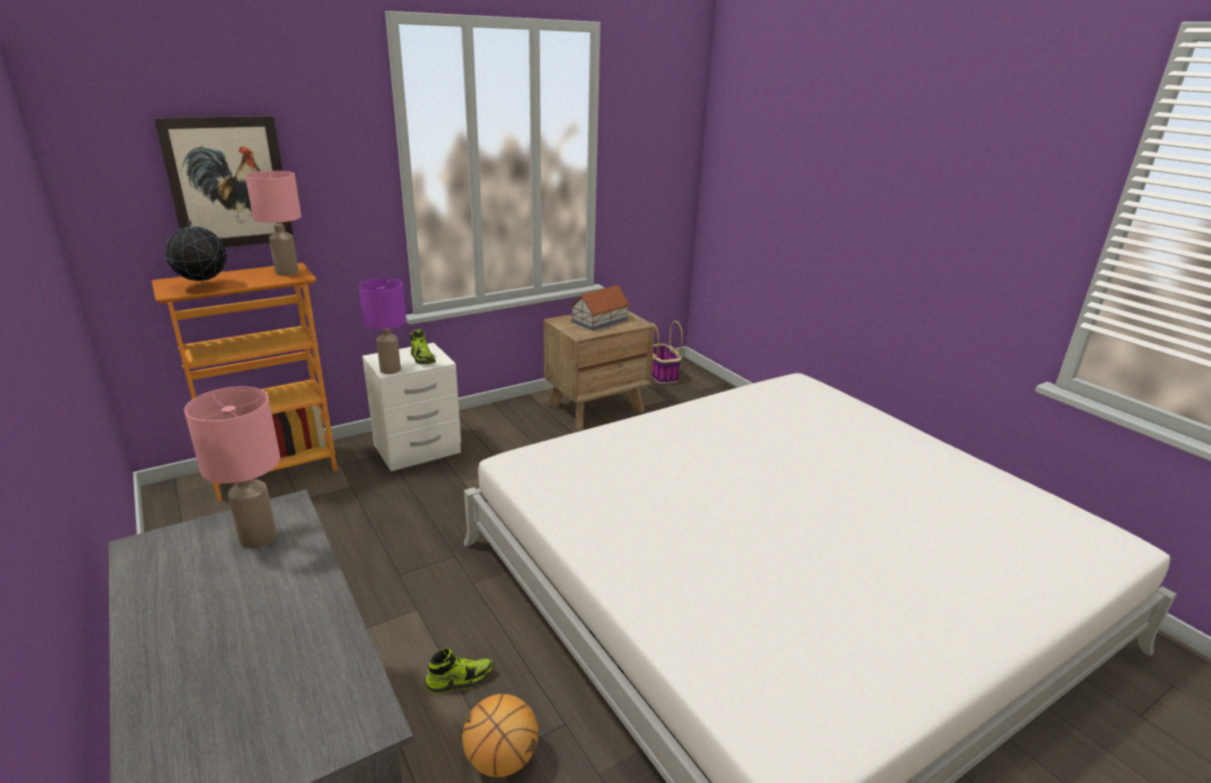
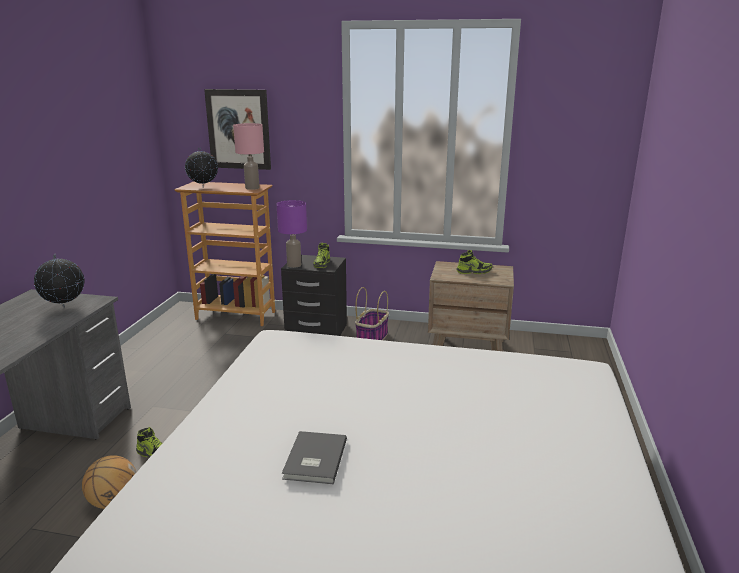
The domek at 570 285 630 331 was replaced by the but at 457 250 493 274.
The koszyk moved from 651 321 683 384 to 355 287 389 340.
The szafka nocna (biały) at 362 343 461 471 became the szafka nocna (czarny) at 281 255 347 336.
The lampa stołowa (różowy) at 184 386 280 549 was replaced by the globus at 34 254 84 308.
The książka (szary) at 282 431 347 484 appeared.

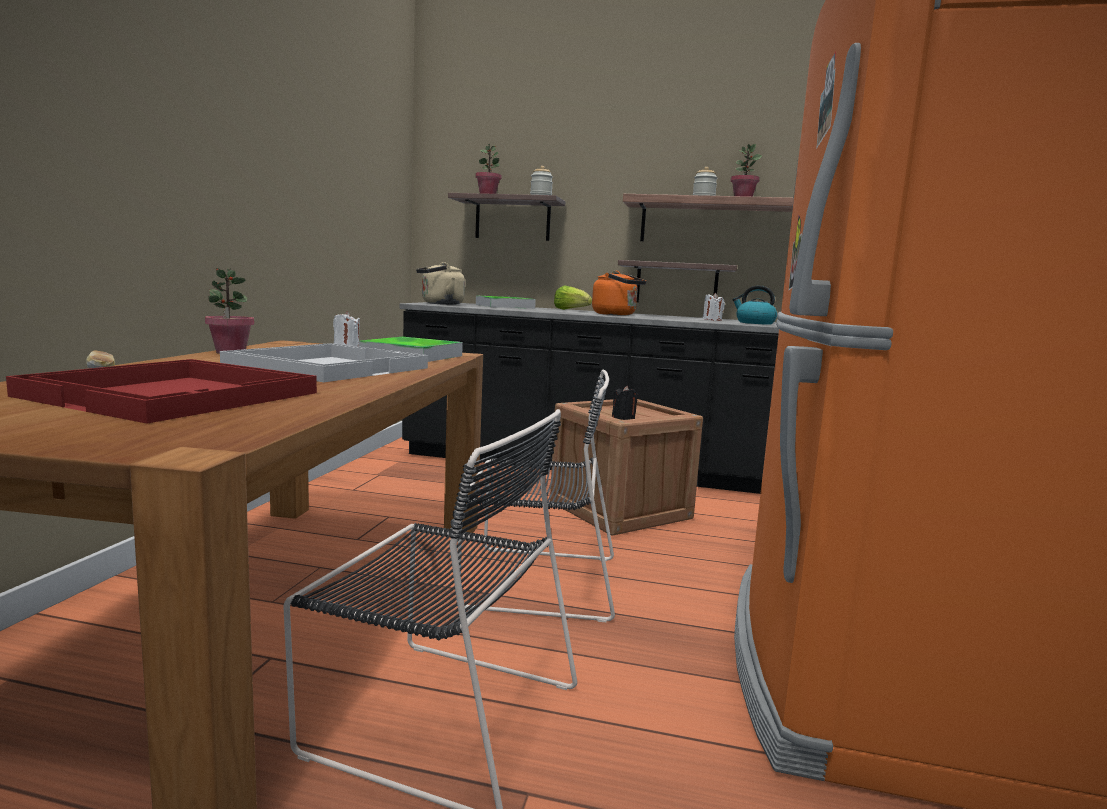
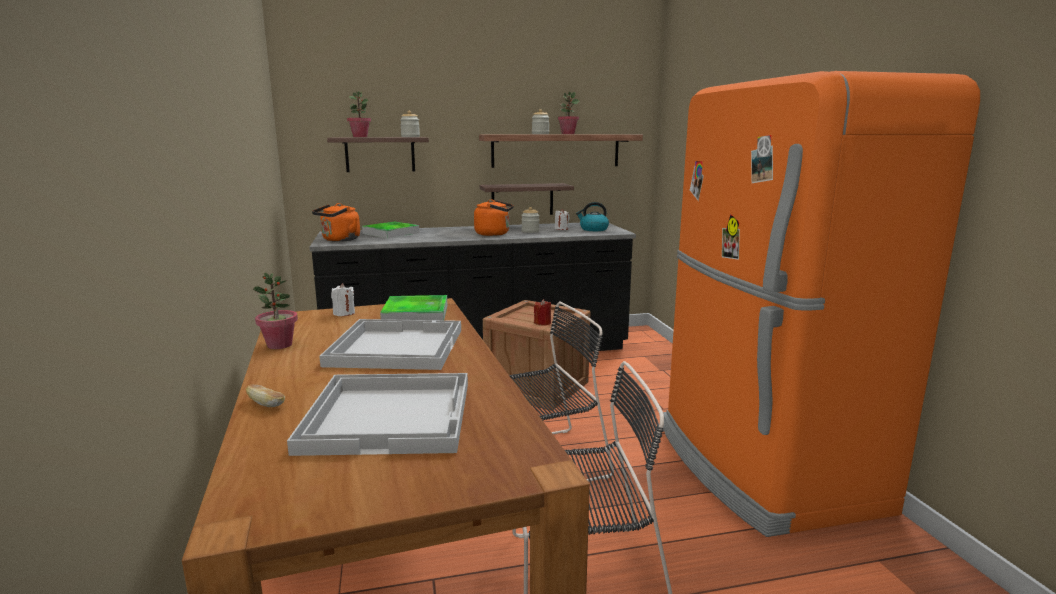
The czajnik (beżowy) at 416 262 465 305 became the czajnik (pomarańczowy) at 312 203 360 242.
The sałata at 554 285 592 310 disappeared.
The taca (czerwony) at 6 359 317 423 became the taca (biały) at 287 373 468 456.
The świeca (czarny) at 612 386 638 420 became the świeca (czerwony) at 534 299 551 325.
The słoik at 521 207 540 233 appeared.

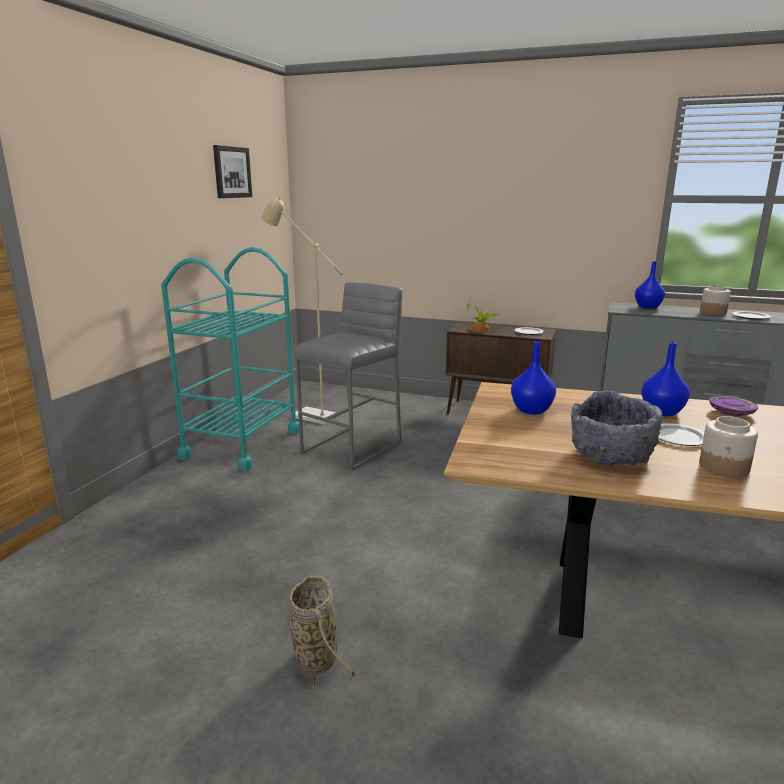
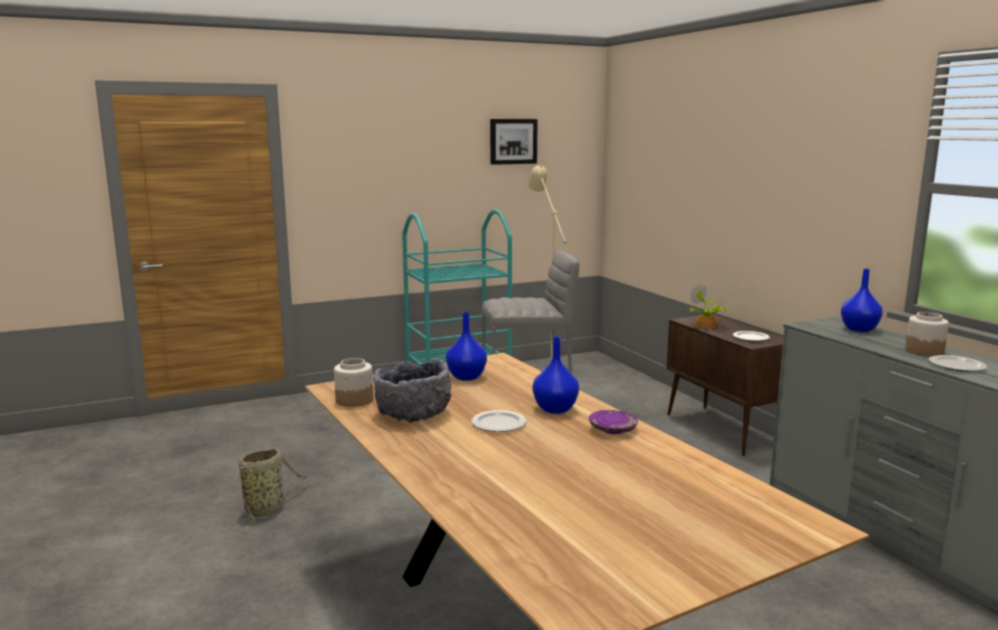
The słoik moved from 699 416 758 478 to 334 358 373 407.

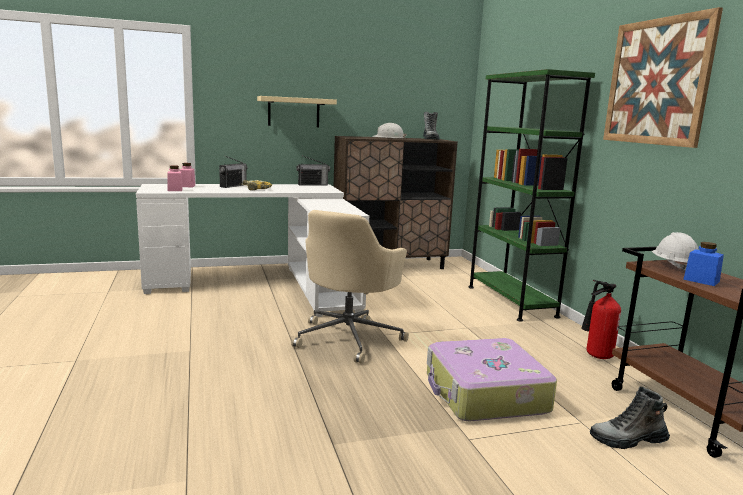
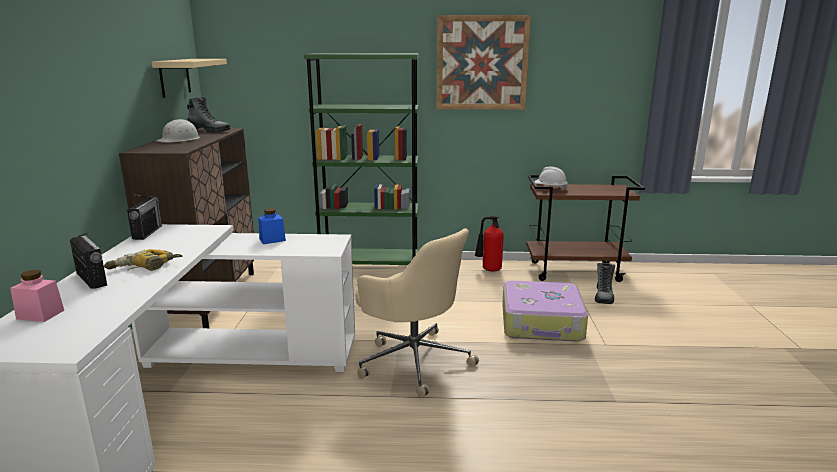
The półka (beżowy) moved from 257 96 337 127 to 152 59 227 98.
The słoik (różowy) at 167 165 183 191 disappeared.
The słoik (niebieski) moved from 683 242 724 286 to 258 208 286 244.

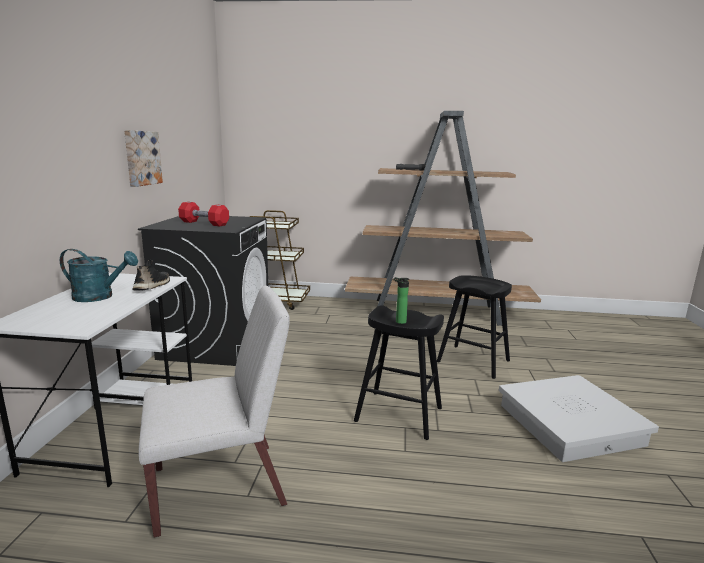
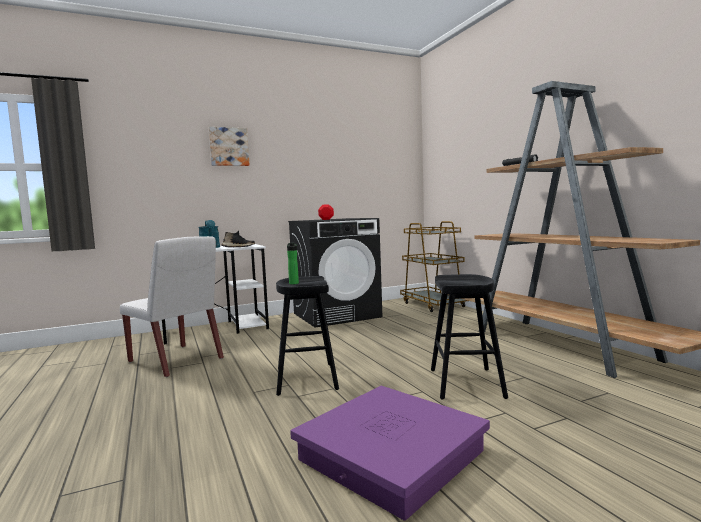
The obraz moved from 124 130 163 187 to 209 127 250 166.
The pojemnik do przechowywania (biały) at 499 375 659 462 became the pojemnik do przechowywania (fioletowy) at 290 386 490 521.

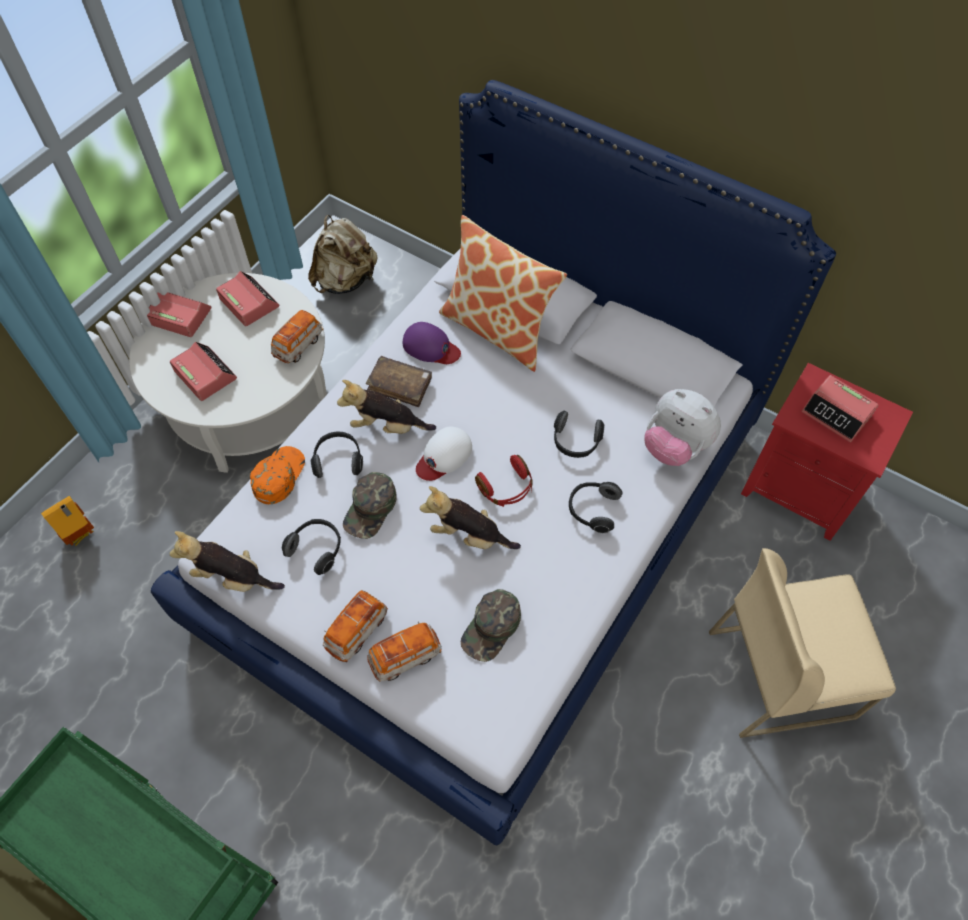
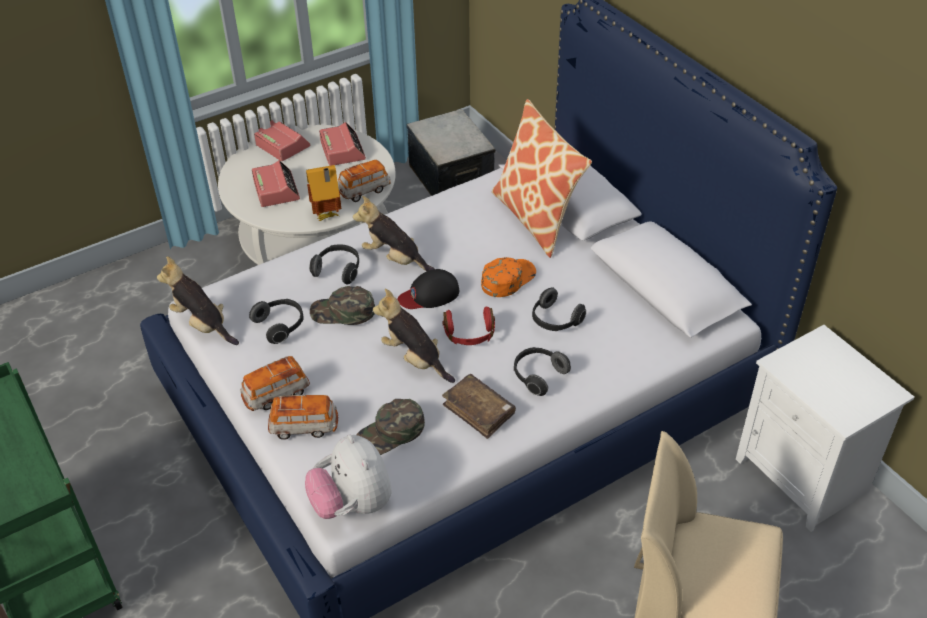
The plecak (beżowy) at 308 215 378 294 was replaced by the pojemnik do przechowywania at 407 109 496 196.
The czapka z daszkiem (fioletowy) at 403 322 461 364 disappeared.
The książka (brązowy) moved from 366 356 432 407 to 442 374 516 439.
The szafka nocna (czerwony) at 741 363 913 541 became the szafka nocna (biały) at 736 325 915 532.
The budzik at 802 375 878 442 disappeared.
The pluszak moved from 644 389 721 466 to 305 434 392 519.
The czapka z daszkiem (biały) at 416 427 472 481 became the czapka z daszkiem (czarny) at 397 269 459 309.
The czapka z daszkiem (pomarańczowy) moved from 250 446 305 504 to 481 257 536 297.
The czapka z daszkiem (zielony) at 343 472 397 539 turned 45 degrees clockwise.
The domek moved from 41 496 94 547 to 306 165 342 221.

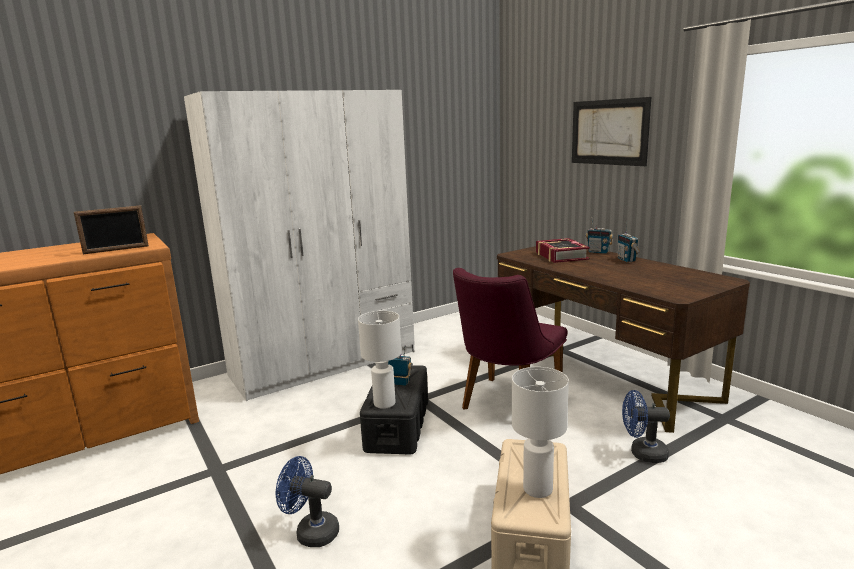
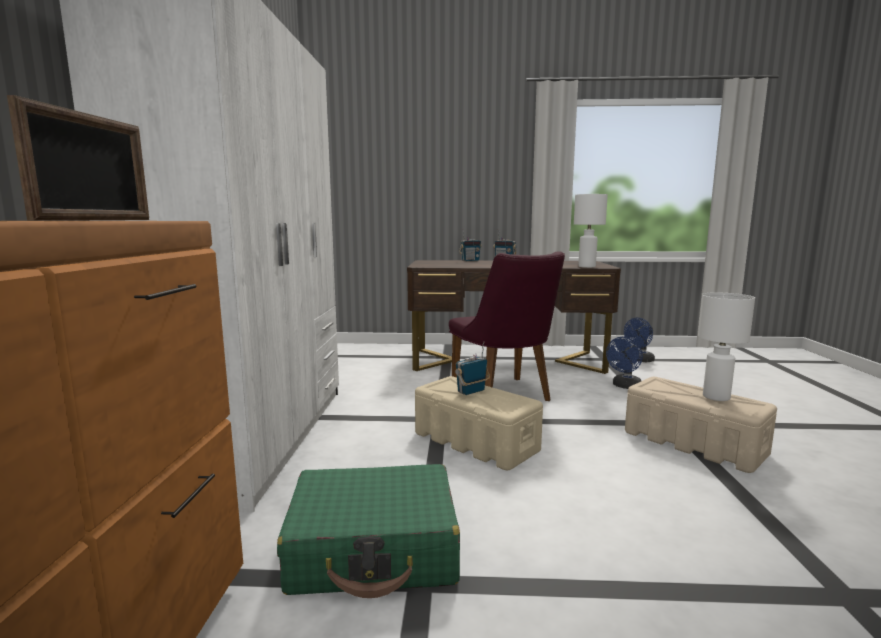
The obraz at 572 97 651 166 disappeared.
The książka at 536 238 590 263 disappeared.
The lampa stołowa (biały) moved from 358 311 401 409 to 574 194 608 268.
The pojemnik do przechowywania (czarny) at 360 365 428 455 became the pojemnik do przechowywania (beżowy) at 415 376 543 470.
The wentylator (niebieski) moved from 276 456 339 547 to 624 318 655 362.
The walizka (zielony) at 277 464 460 598 appeared.

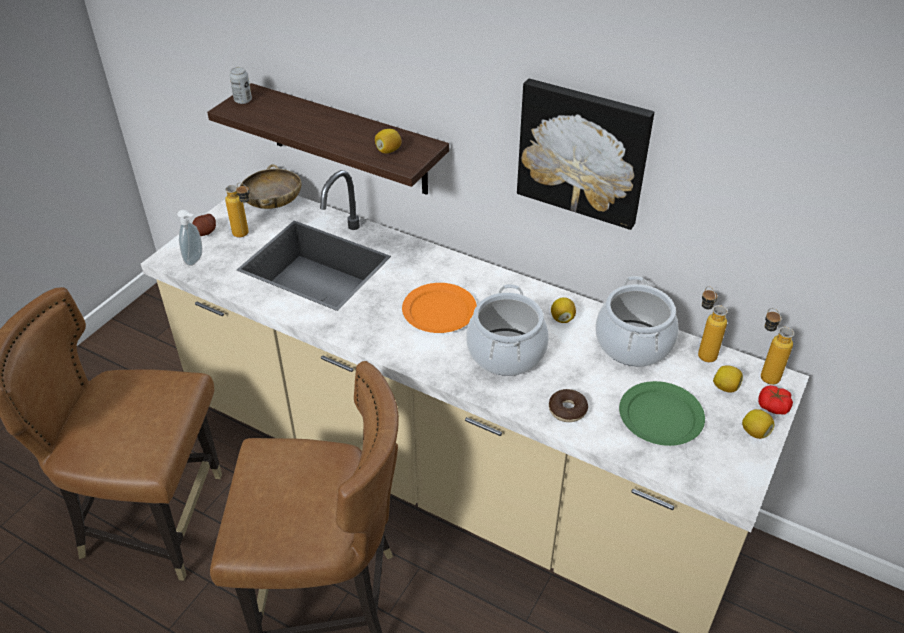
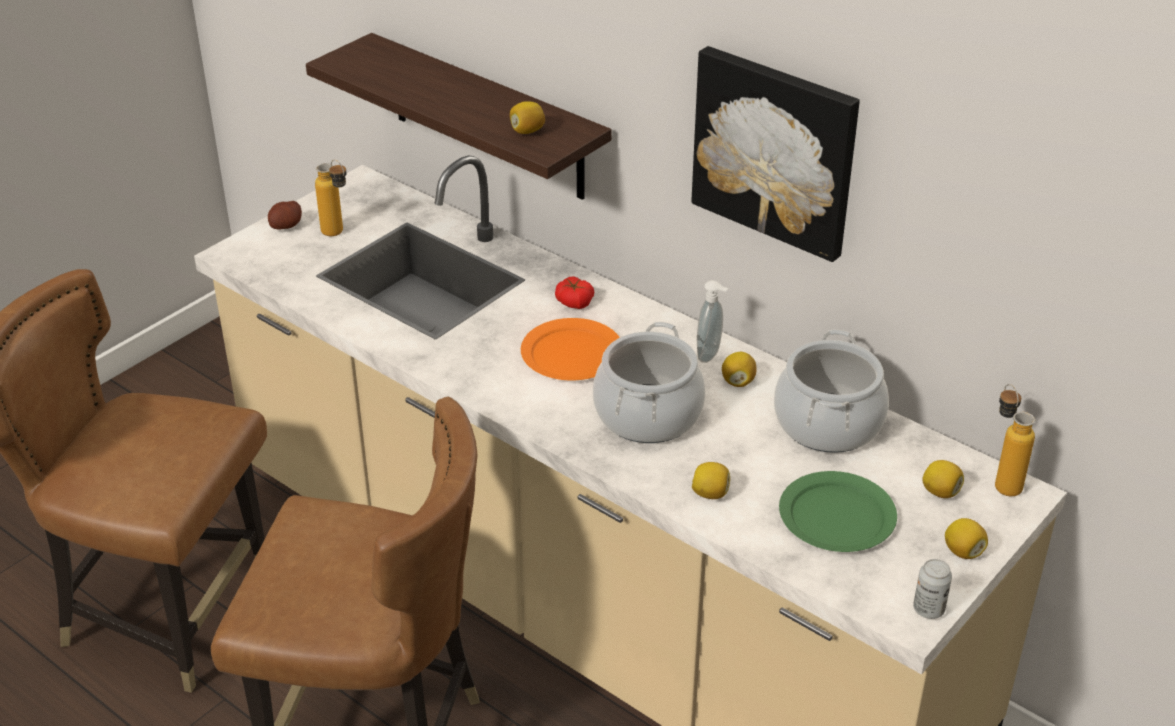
The puszka moved from 229 67 252 104 to 913 559 952 619.
The miska (beżowy) at 240 164 301 209 disappeared.
The dozownik mydła moved from 177 210 202 266 to 697 280 728 363.
The butelka at 698 286 728 362 disappeared.
The pomidor moved from 758 385 793 415 to 555 277 594 309.
The donut at 549 389 588 422 was replaced by the cytryna at 692 462 730 499.

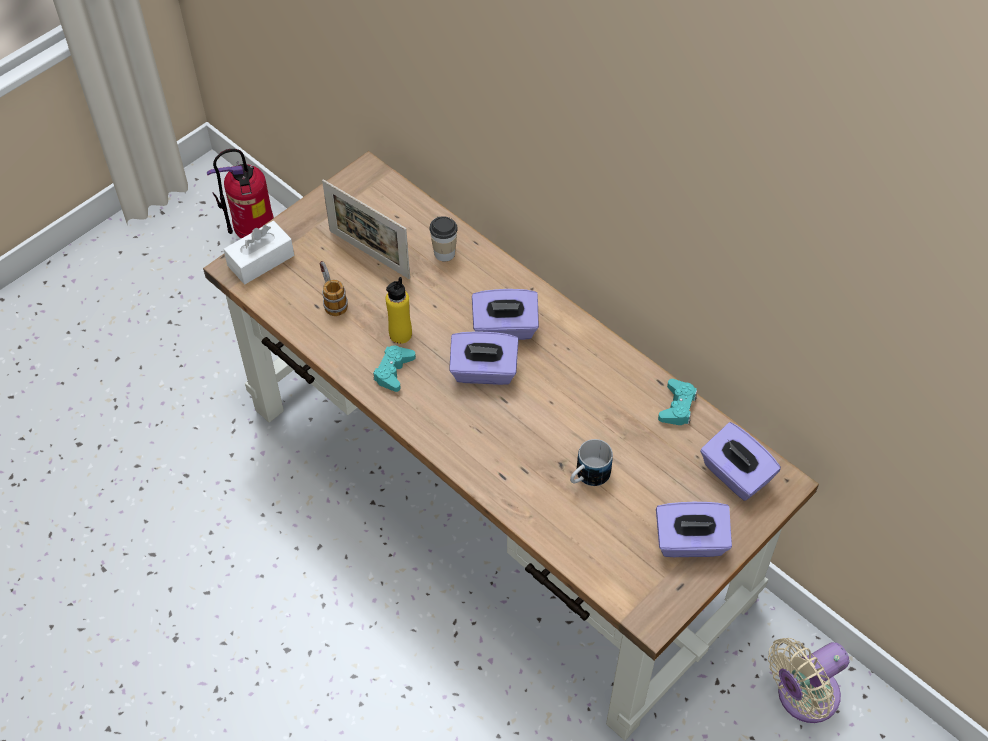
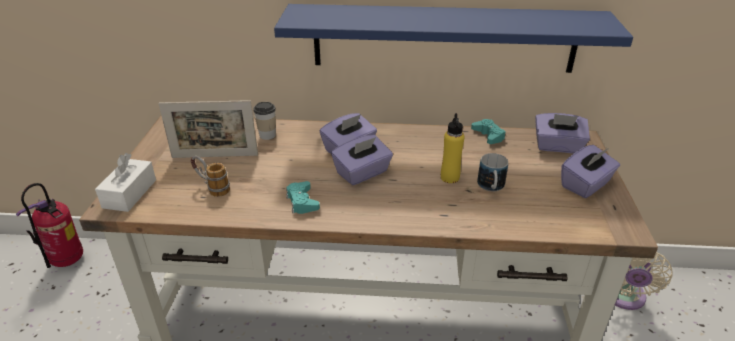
The butelka (żółty) moved from 386 277 412 344 to 441 113 464 183.
The półka (niebieski) at 274 4 633 73 appeared.

